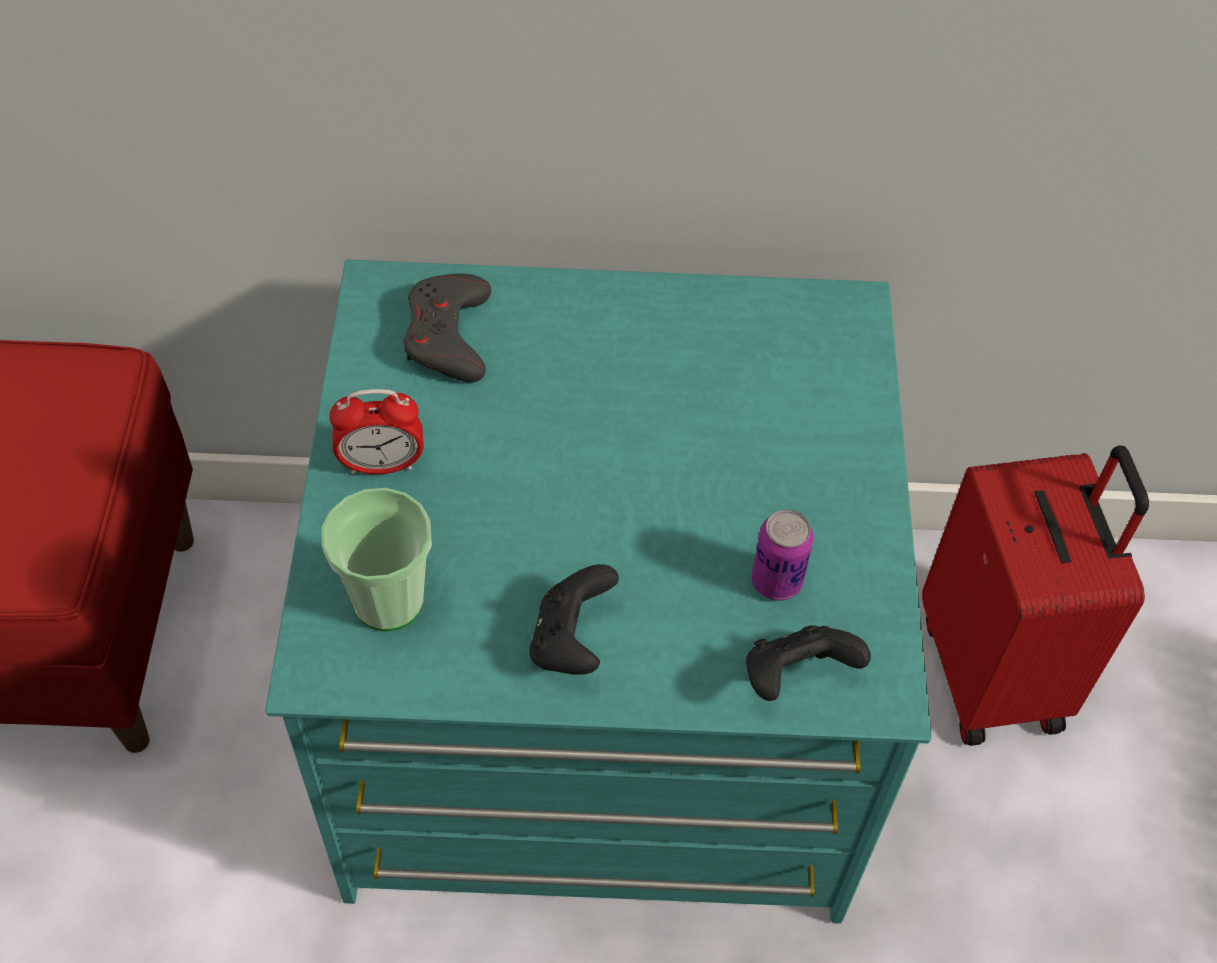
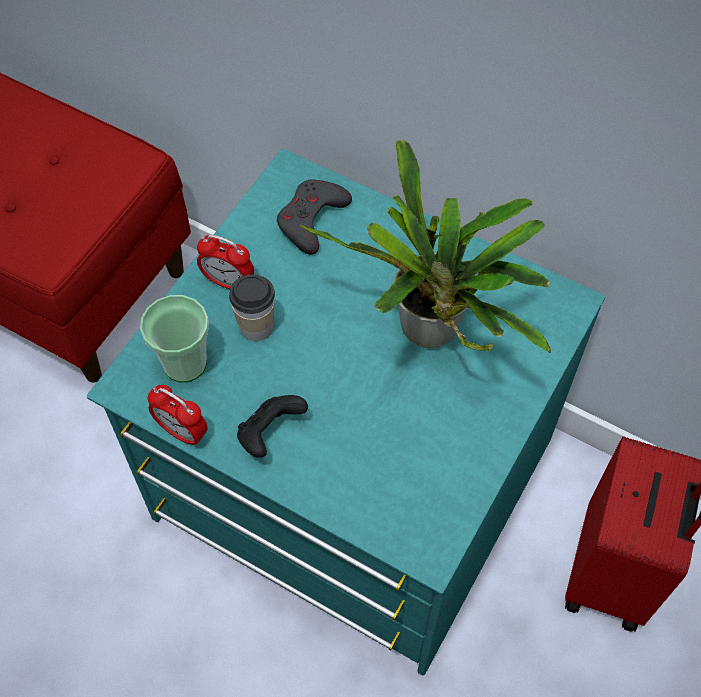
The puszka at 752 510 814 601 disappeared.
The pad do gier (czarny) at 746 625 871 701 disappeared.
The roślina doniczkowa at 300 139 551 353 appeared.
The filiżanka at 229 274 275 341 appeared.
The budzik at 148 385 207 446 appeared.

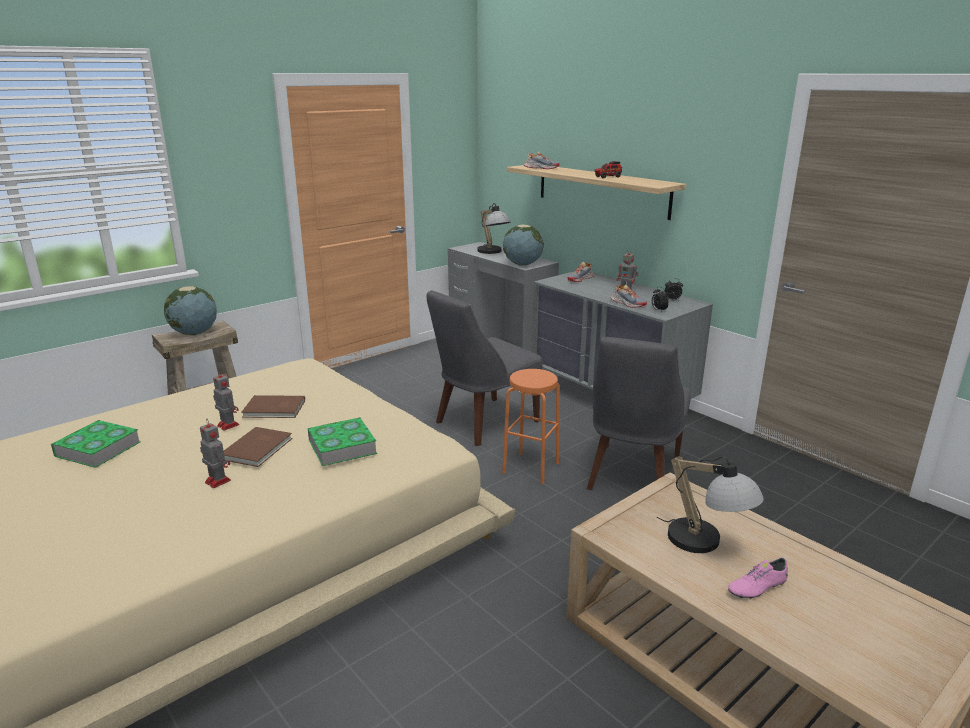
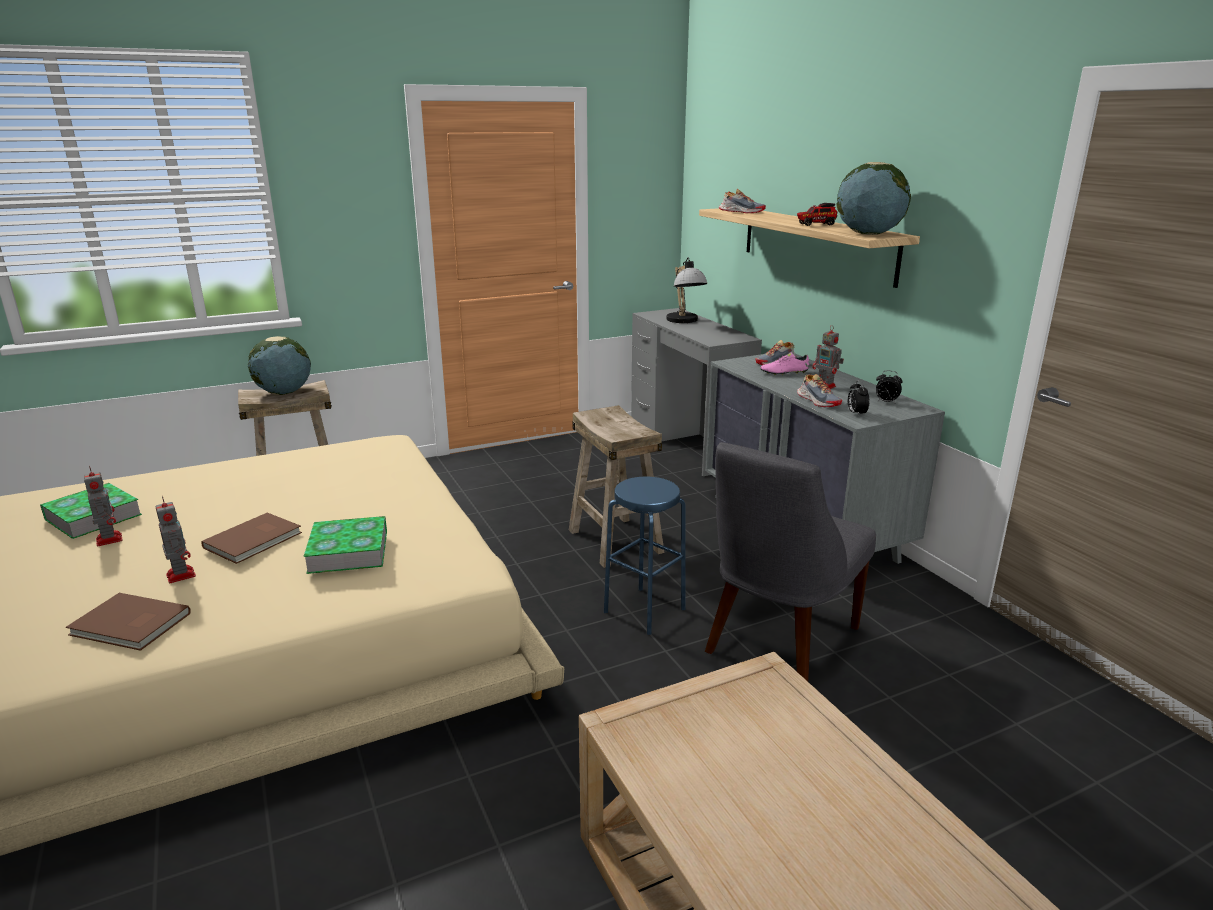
The globus moved from 503 225 544 266 to 836 162 911 235.
The krzesło (szary) at 427 290 543 446 was replaced by the stołek (beżowy) at 569 405 665 568.
The stołek (pomarańczowy) at 502 369 560 484 became the stołek (niebieski) at 604 477 686 635.
The robot zabawkowy moved from 213 372 239 430 to 84 466 123 547.
The książka (brązowy) moved from 241 395 305 418 to 66 593 191 651.
The lampa stołowa at 657 456 764 553 disappeared.
The but (różowy) moved from 728 558 788 599 to 760 352 809 375.

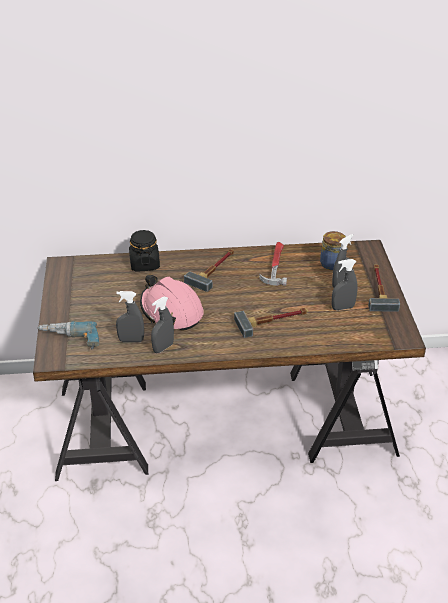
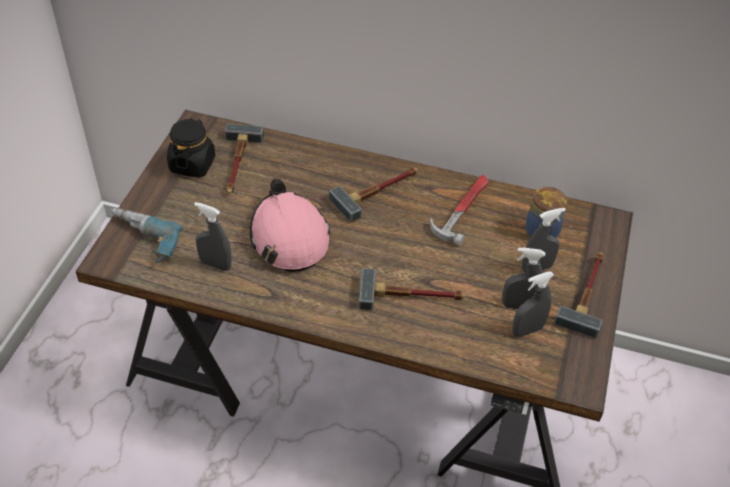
The słoik (czarny) moved from 129 230 160 272 to 167 118 215 178.
The spryskiwacz (szary) moved from 151 297 174 353 to 512 272 554 337.
The młotek at 225 124 264 194 appeared.

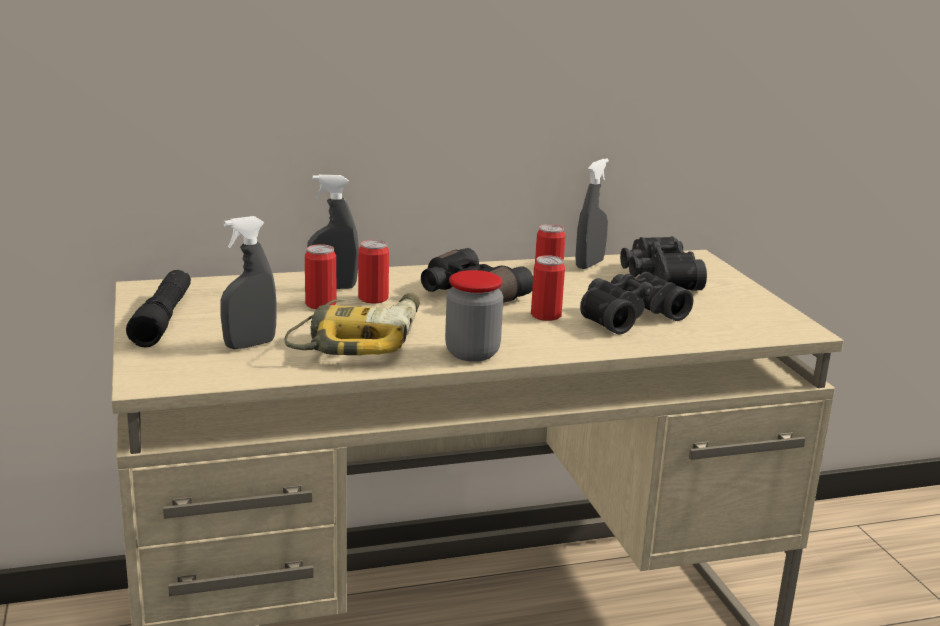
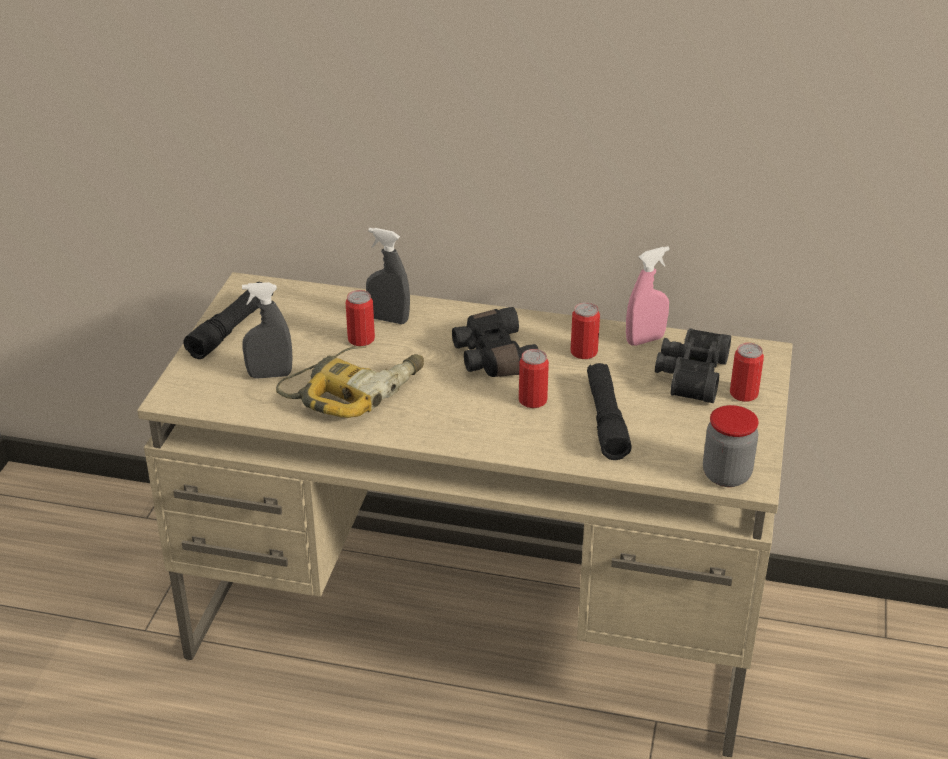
The spryskiwacz (szary) at 575 158 609 269 became the spryskiwacz (różowy) at 626 246 670 346.
The puszka moved from 358 240 389 303 to 730 343 764 402.
The słoik moved from 445 270 503 362 to 703 405 759 487.
The lornetka (czarny) at 580 272 693 334 was replaced by the latarka (czarny) at 587 363 632 460.

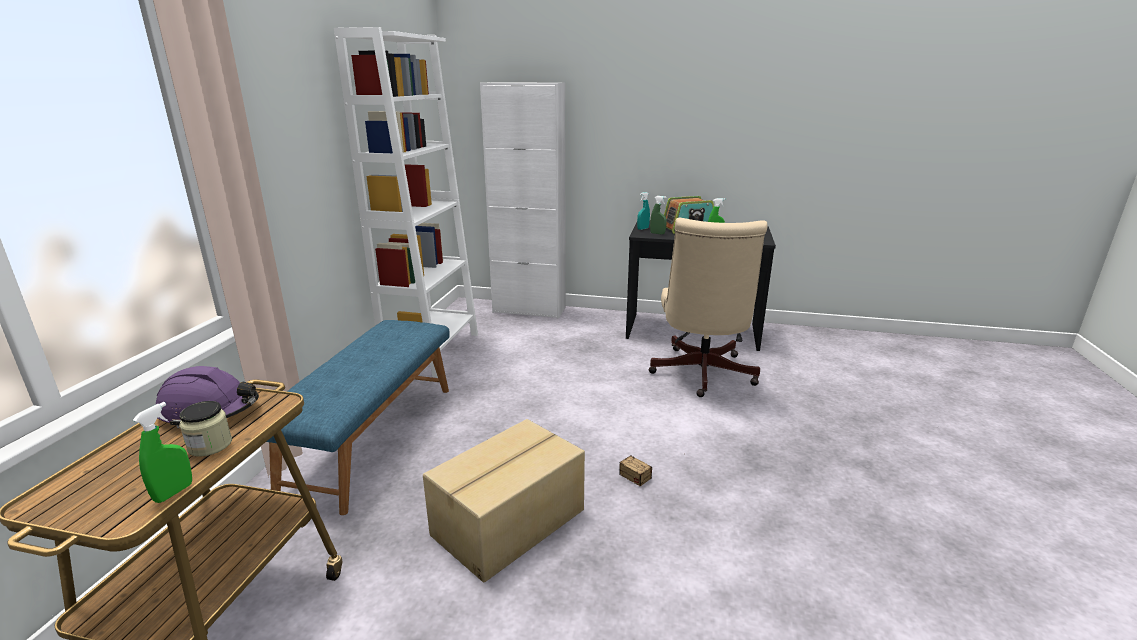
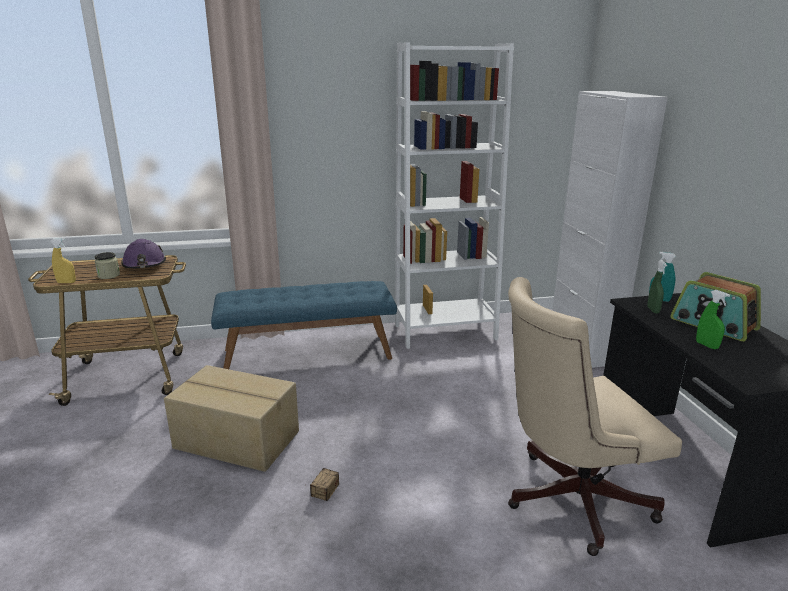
The spryskiwacz (zielony) at 133 402 192 503 became the spryskiwacz (żółty) at 50 238 76 283.

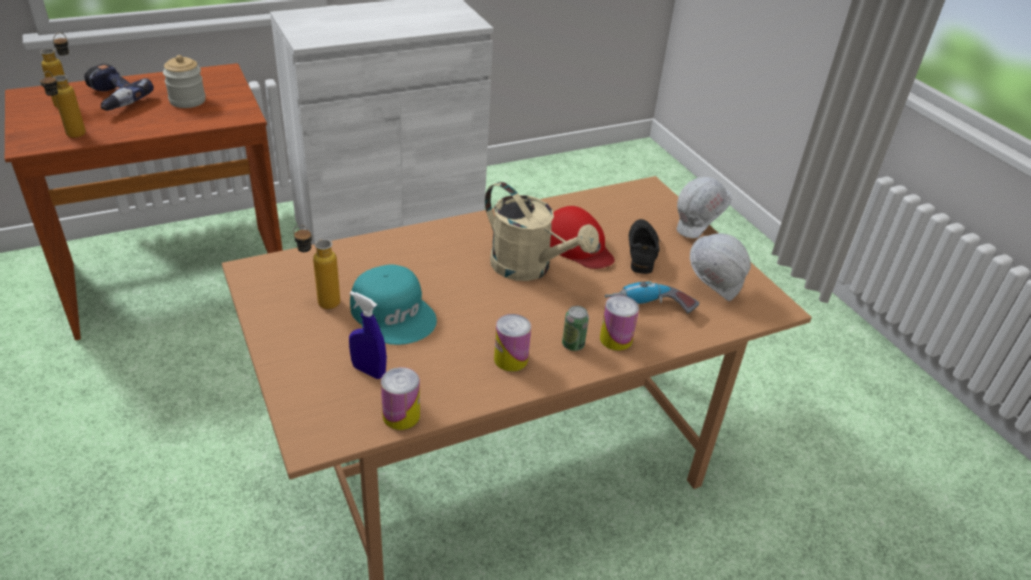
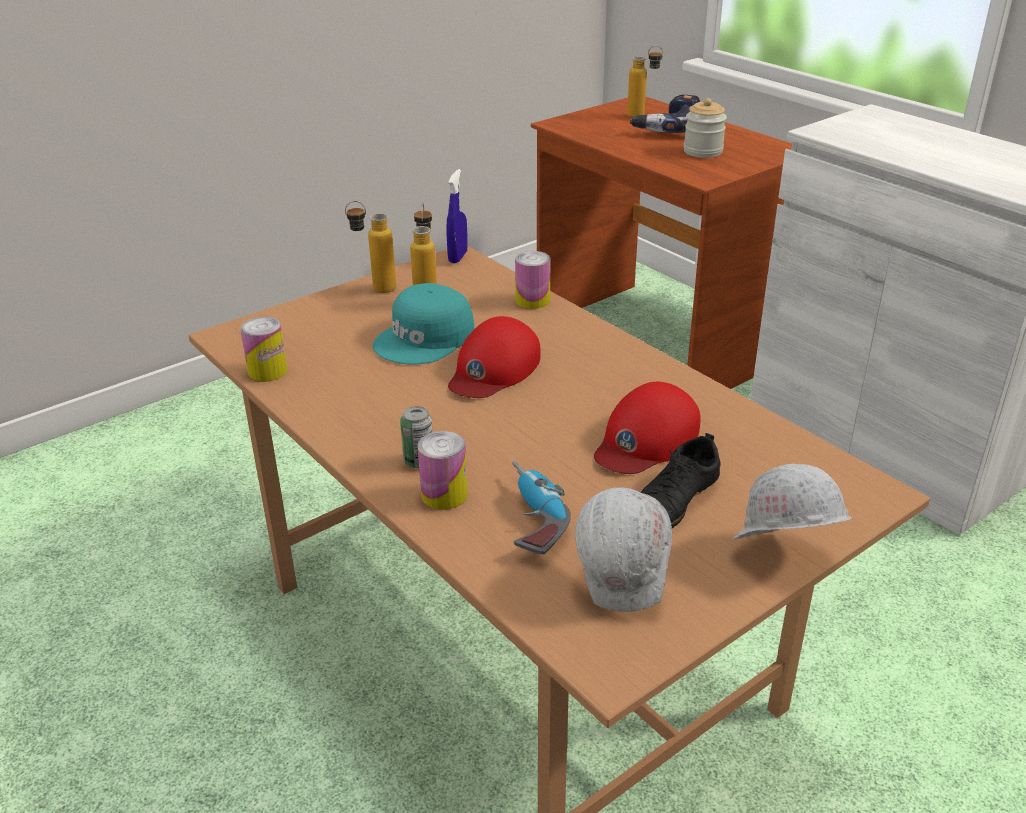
The butelka moved from 40 71 86 138 to 345 201 396 293.
The konewka (beżowy) at 485 182 599 281 disappeared.
The but (czarny) at 629 219 661 274 turned 135 degrees clockwise.
The spryskiwacz (niebieski) moved from 349 291 387 379 to 446 169 468 263.
The puszka moved from 494 314 531 372 to 515 251 551 309.
The czapka z daszkiem (czerwony) at 448 316 540 398 appeared.

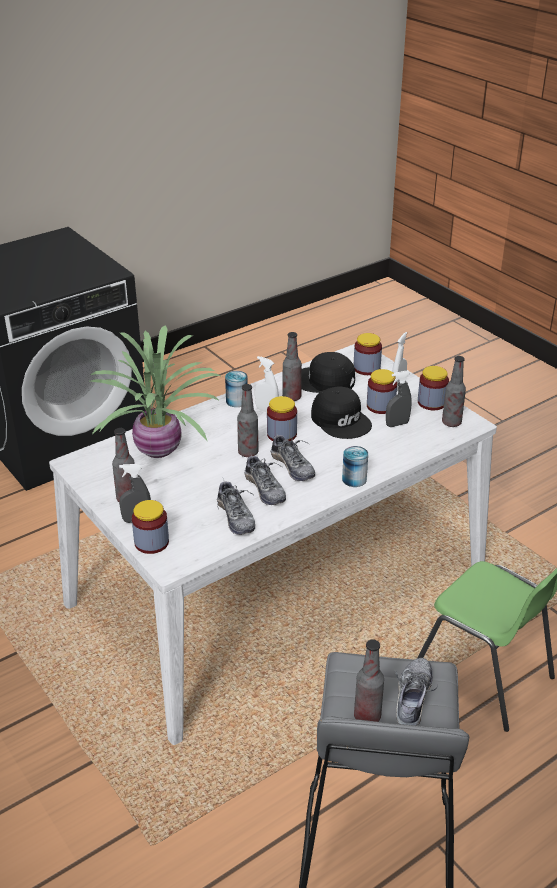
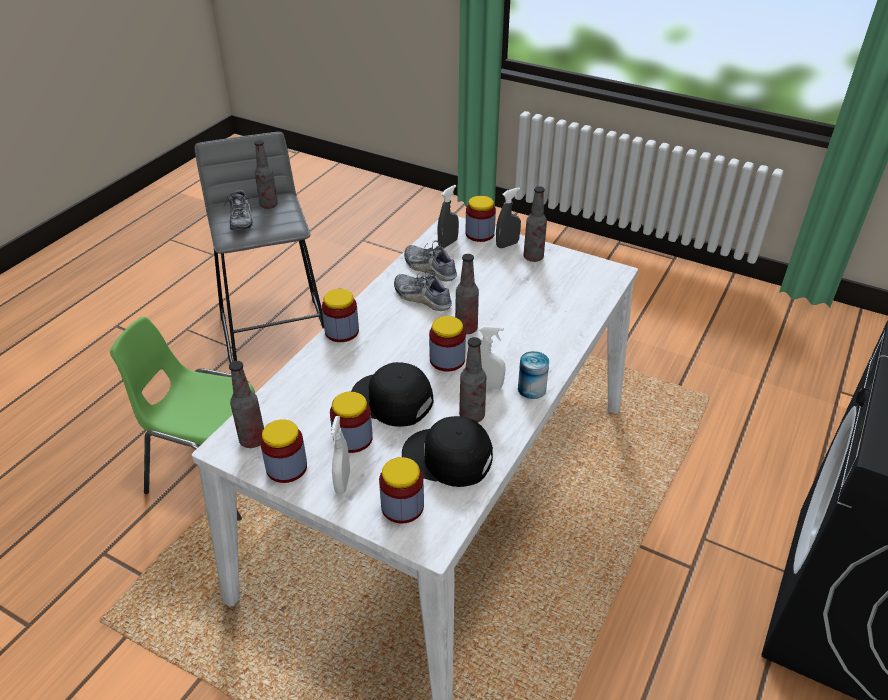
The roślina doniczkowa at 90 325 224 458 disappeared.
The czapka z daszkiem (czarny) at 301 352 355 393 turned 150 degrees counterclockwise.
The spryskiwacz (szary) moved from 386 371 412 427 to 437 185 459 248.
The but at 271 432 315 481 disappeared.
The puszka at 342 446 368 487 was replaced by the słoik at 322 289 359 342.

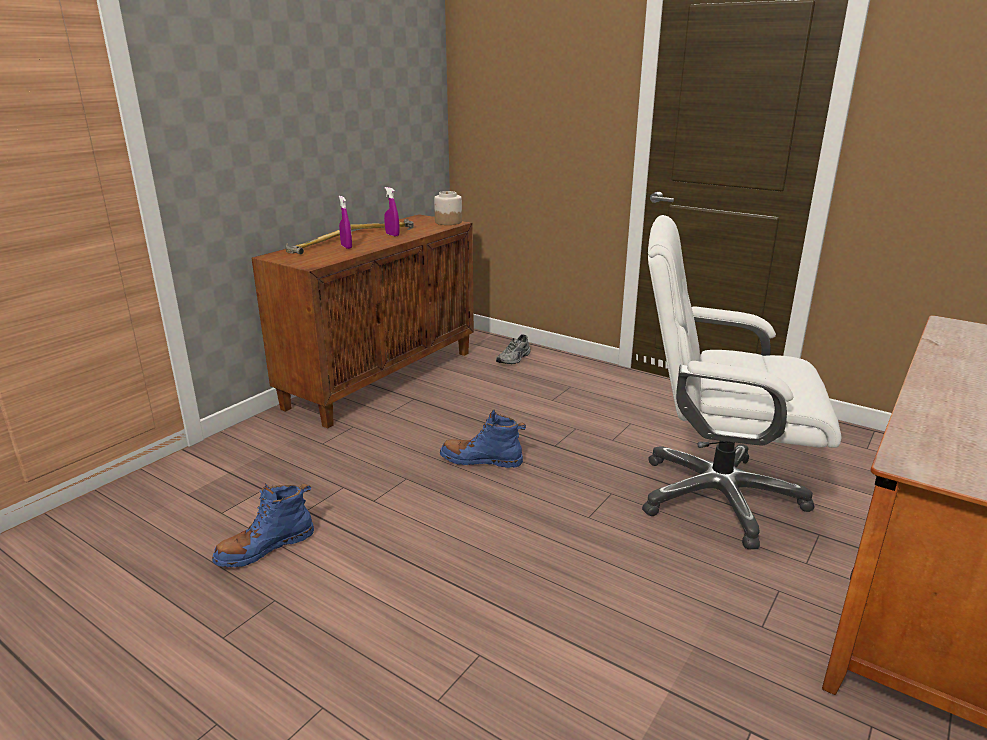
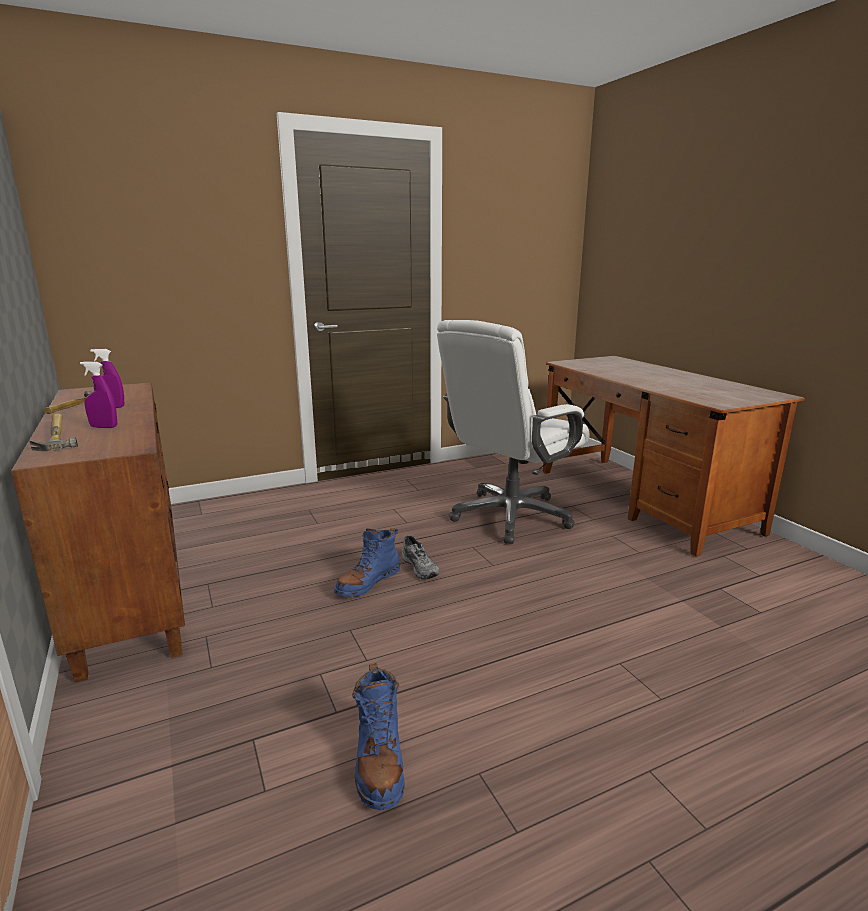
The słoik at 434 191 462 225 disappeared.
The but (szary) moved from 496 334 531 364 to 402 536 440 580.

